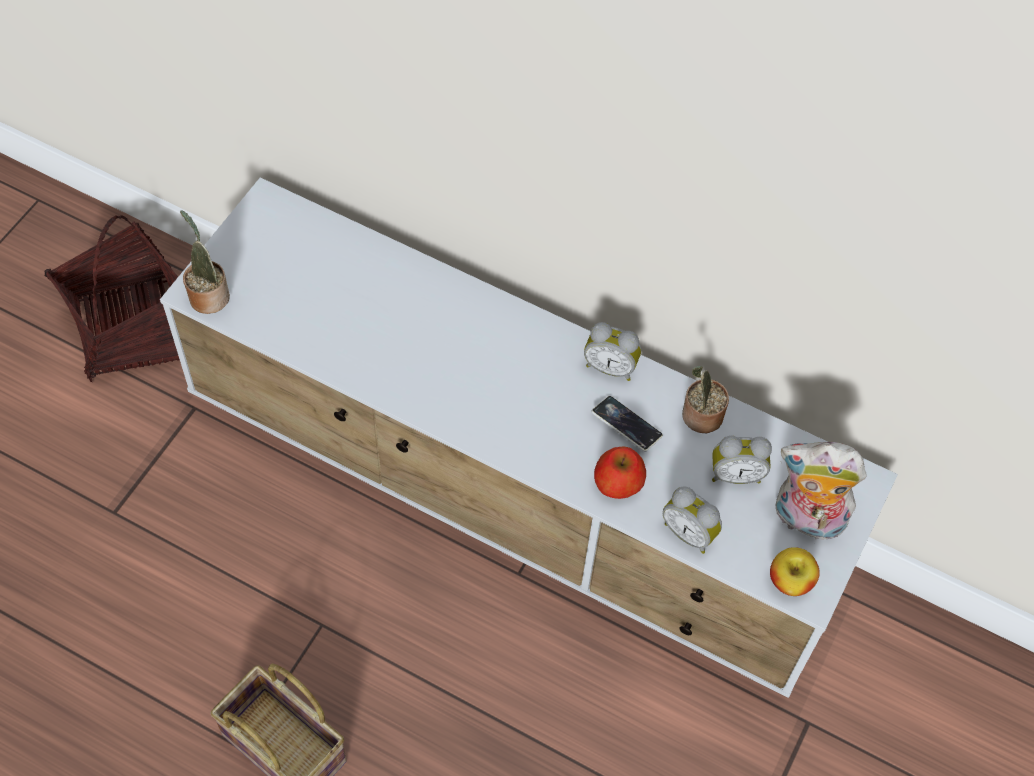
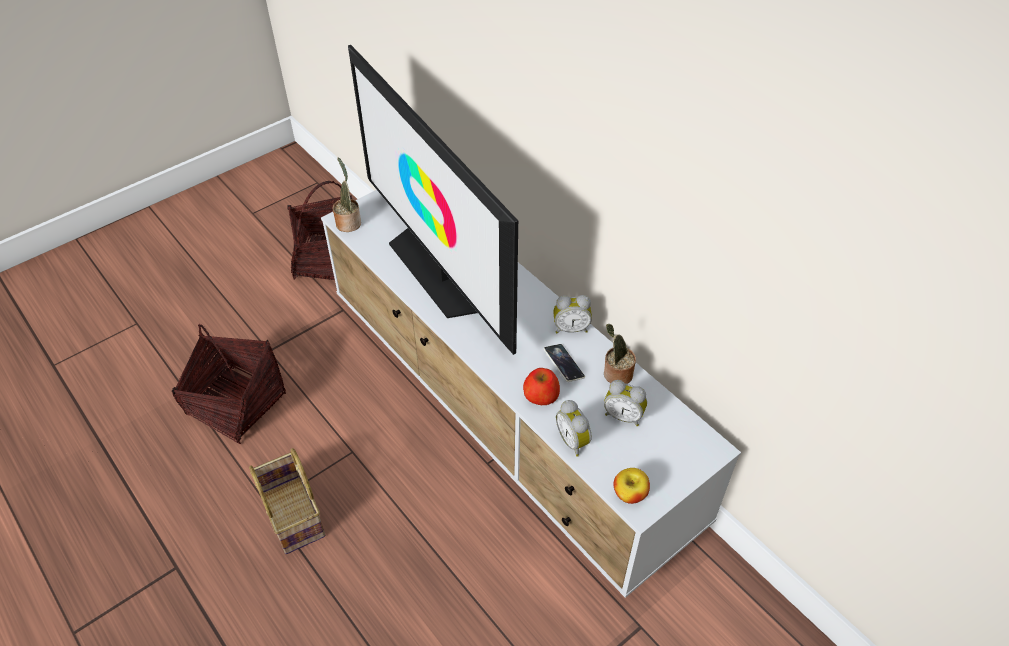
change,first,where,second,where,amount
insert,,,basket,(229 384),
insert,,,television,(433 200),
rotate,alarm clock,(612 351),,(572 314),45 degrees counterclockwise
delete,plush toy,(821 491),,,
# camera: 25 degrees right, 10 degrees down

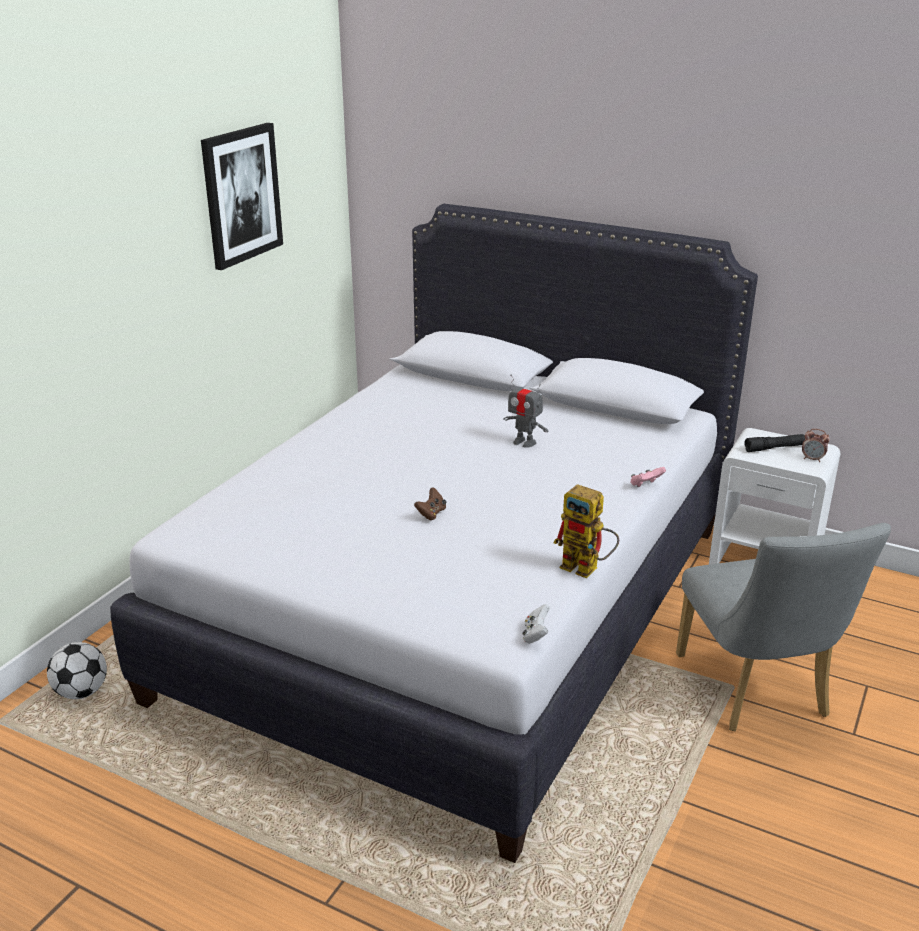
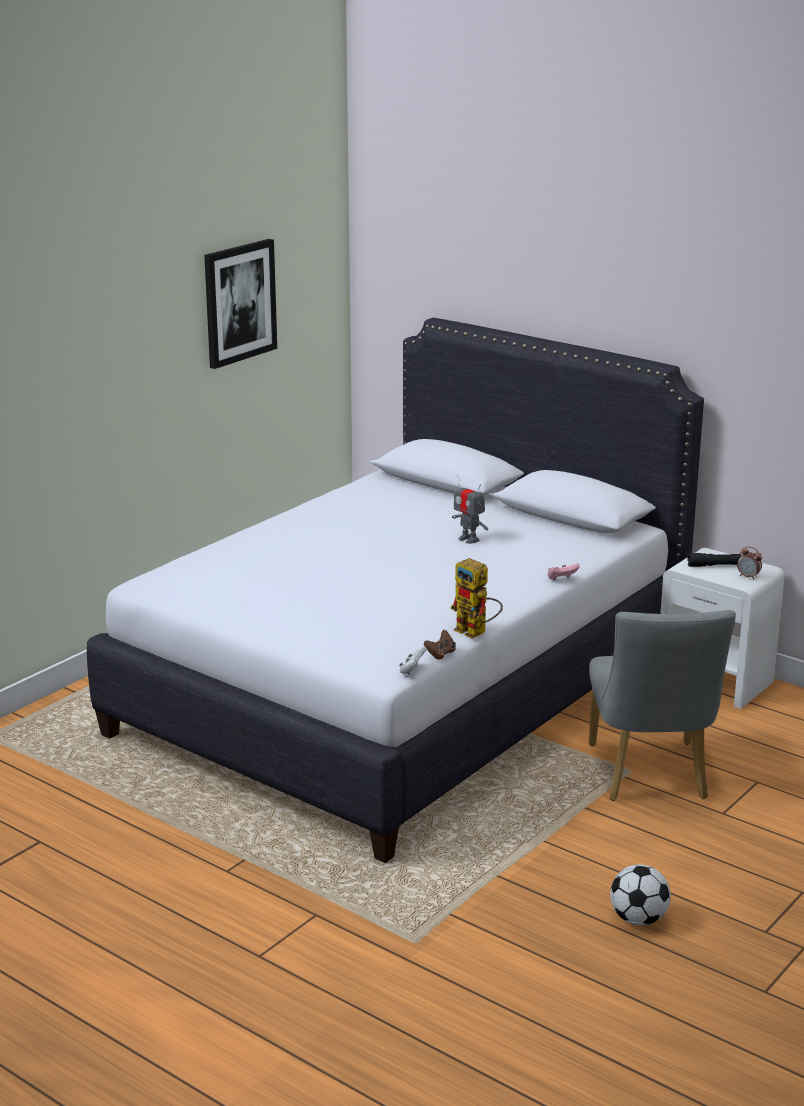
change,first,where,second,where,amount
move,brown game controller,(430 503),,(440 645),
move,football,(77 670),,(640 895),
# camera: 10 degrees right, 5 degrees down

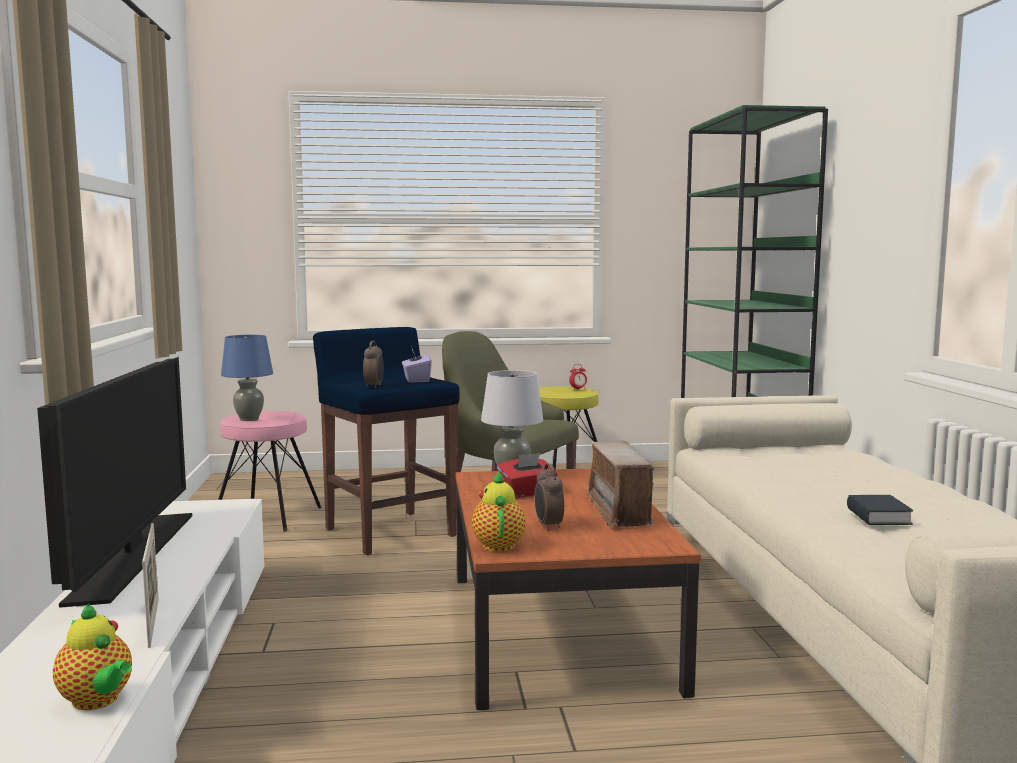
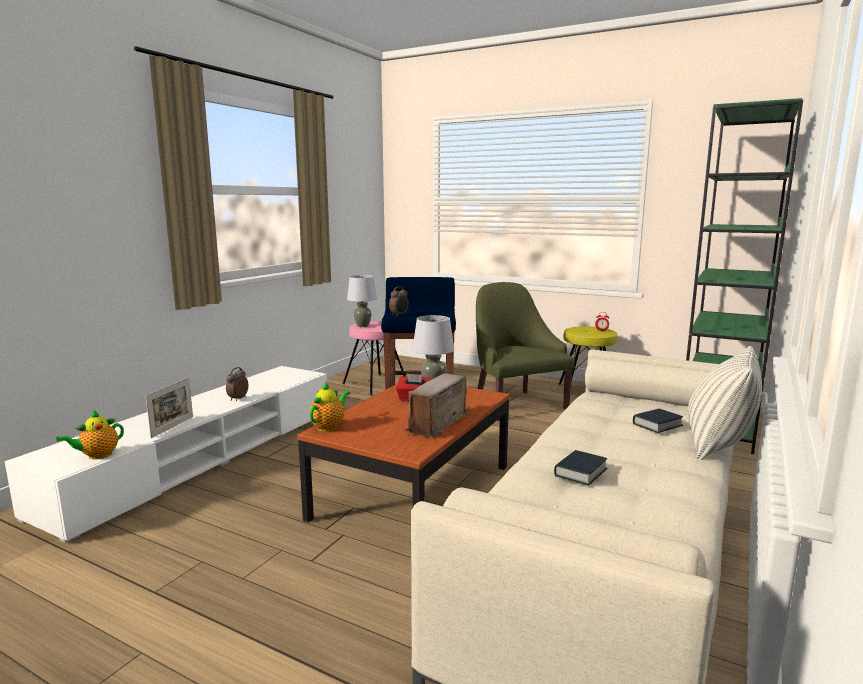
change,first,where,second,where,amount
rotate,teapot,(92 656),,(90 434),60 degrees clockwise
move,alarm clock,(549 497),,(237 384),
recolor,blue table lamp,(247 378),grey table lamp,(362 301),
insert,,,book,(658 421),
insert,,,pillow,(725 403),
delete,television,(115 482),,,
delete,purple tissue box,(417 366),,,
# camera: 35 degrees right, 5 degrees up

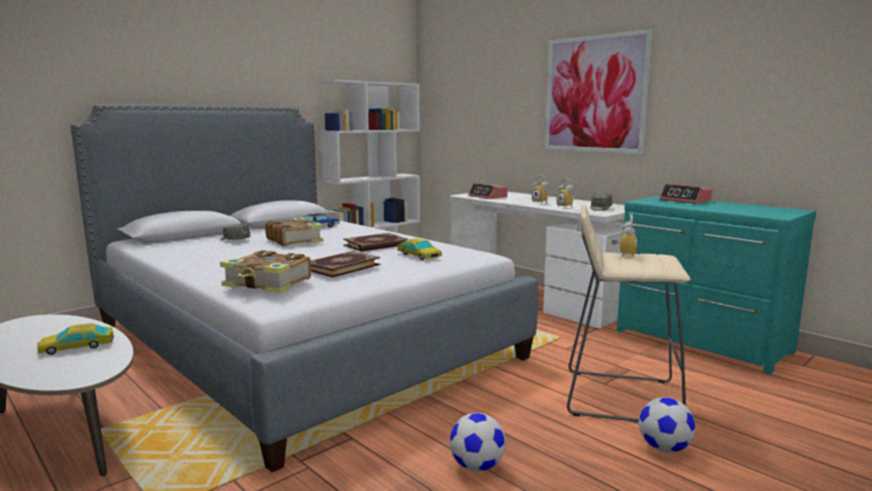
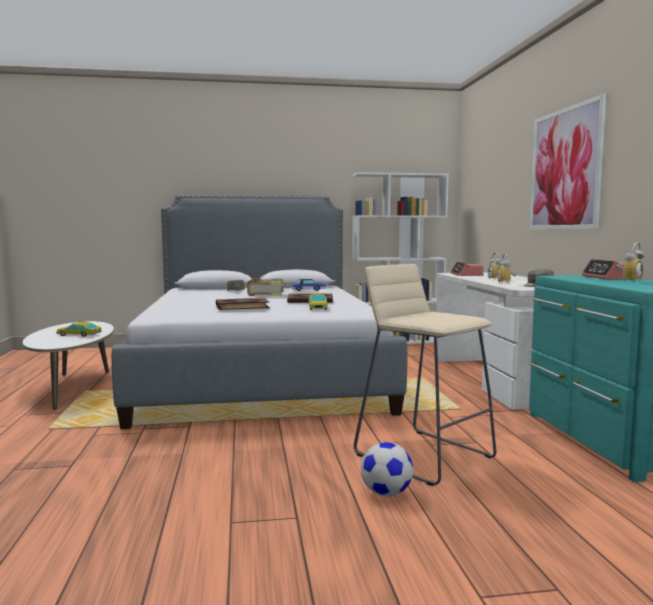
change,first,where,second,where,amount
move,alarm clock,(625 235),,(630 262),
delete,book,(265 271),,,
delete,football,(478 442),,,
# camera: 35 degrees right, 5 degrees down

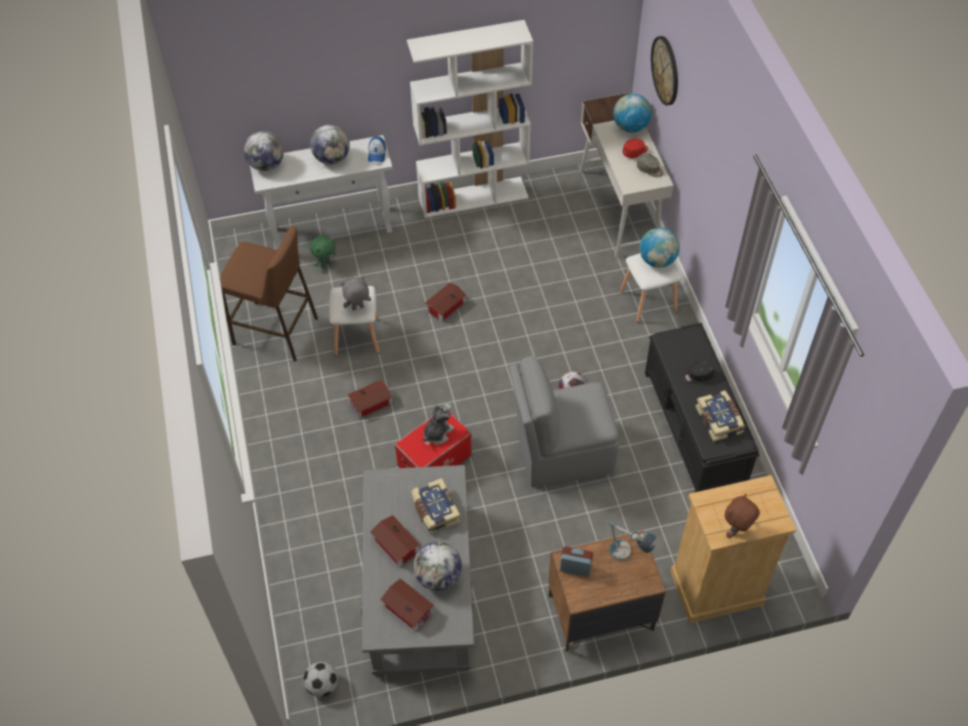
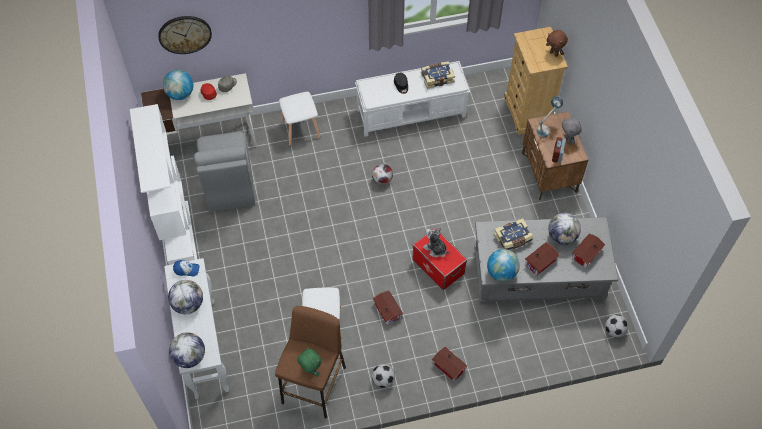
change,first,where,second,where,amount
move,grey chair,(564 421),,(224 172),
move,green plush toy,(323 251),,(309 362),
recolor,black bench,(702 407),white bench,(412 99),
insert,,,football,(383 376),
move,toy house,(445 302),,(449 364),
move,globe,(659 248),,(503 265),
move,grey plush toy,(356 293),,(572 131),
# camera: 90 degrees left, 5 degrees up

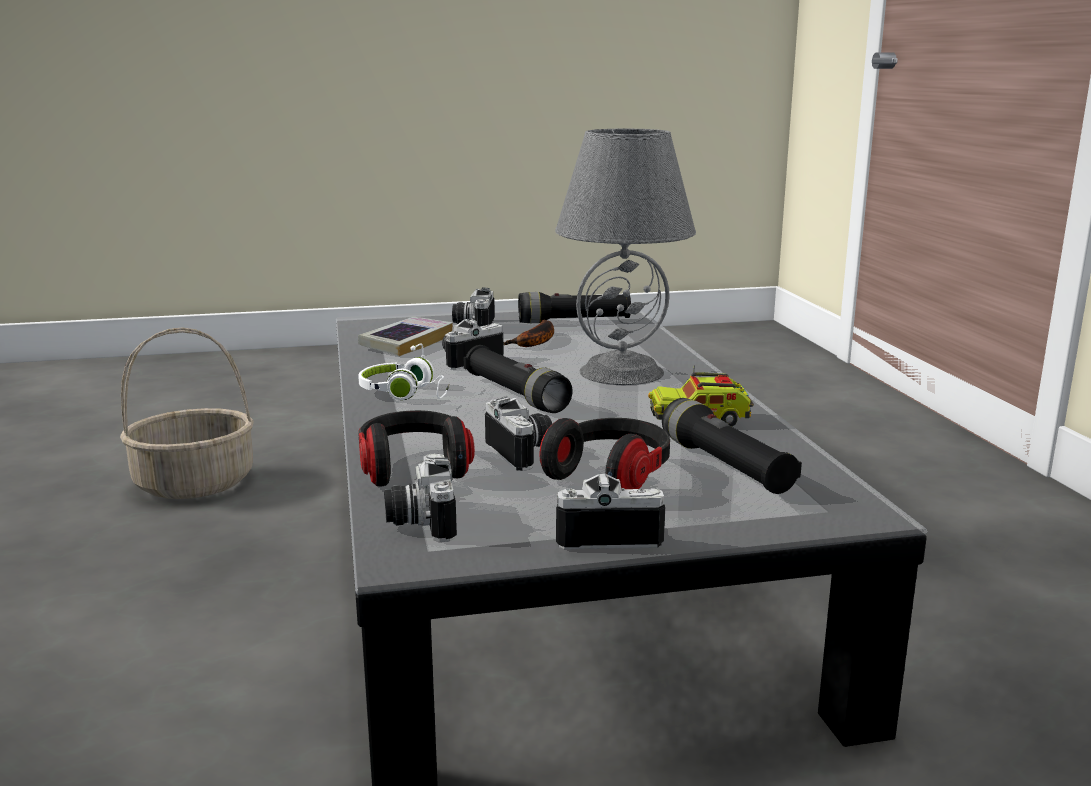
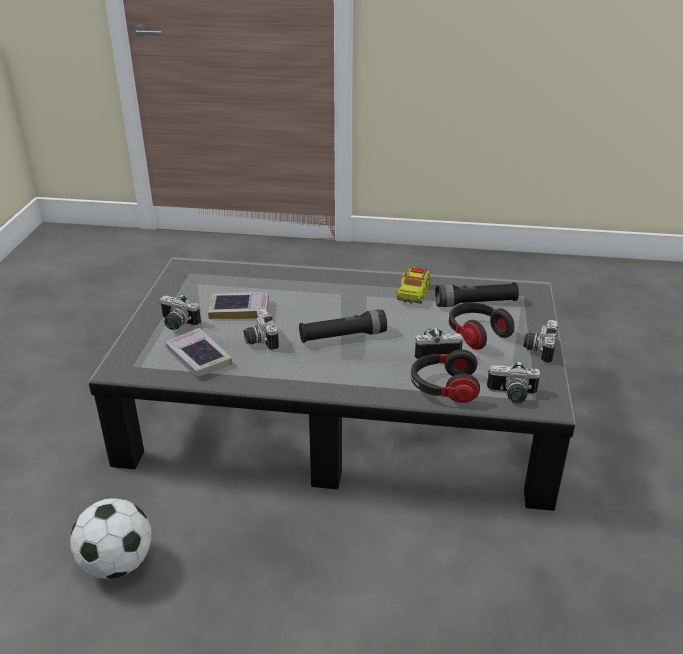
change,first,where,second,where,amount
replace,basket,(187 413),football,(110 538),
replace,banana,(529 333),book,(238 305),
delete,white headphones,(403 371),,,
delete,black flashlight,(574 307),,,
delete,grey table lamp,(625 257),,,
# camera: 70 degrees left, 15 degrees up

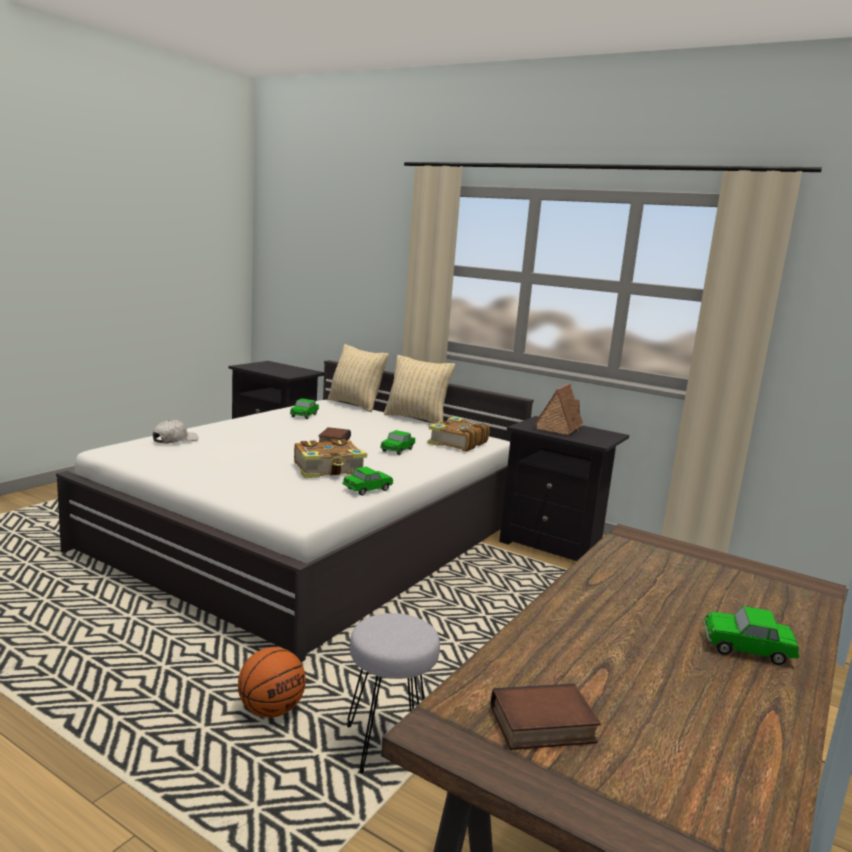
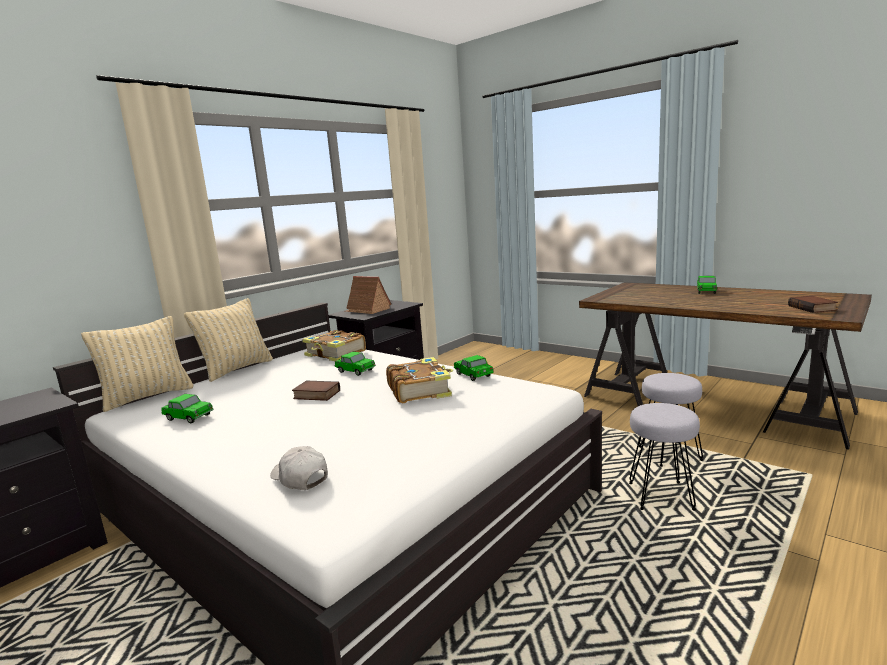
change,first,where,second,where,amount
replace,basketball,(272 682),grey stool,(664 457),
# camera: 80 degrees left, 0 degrees up

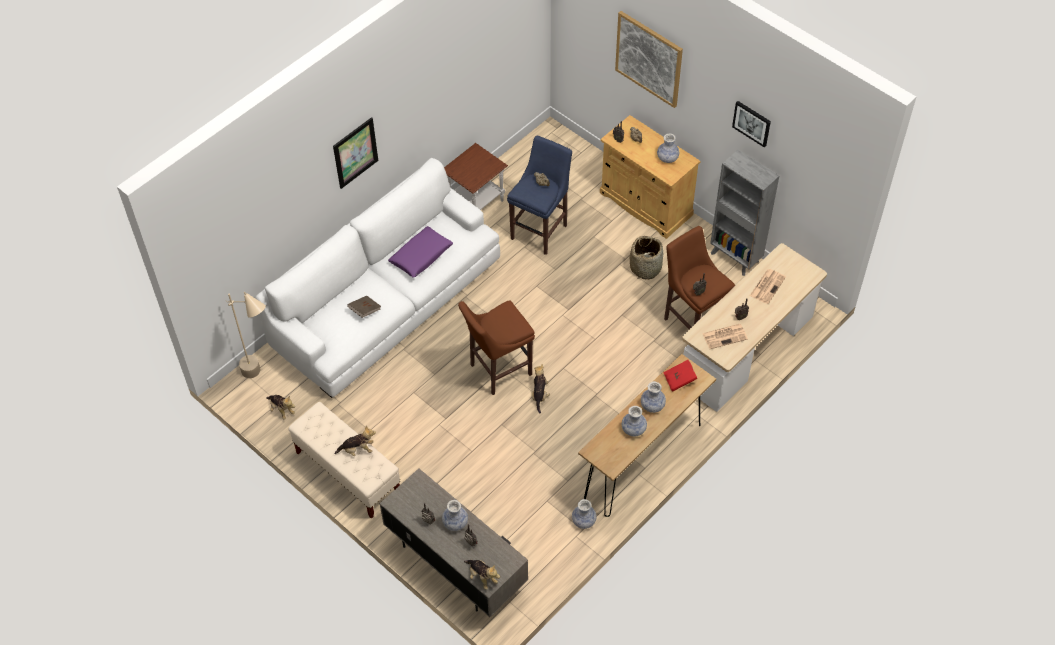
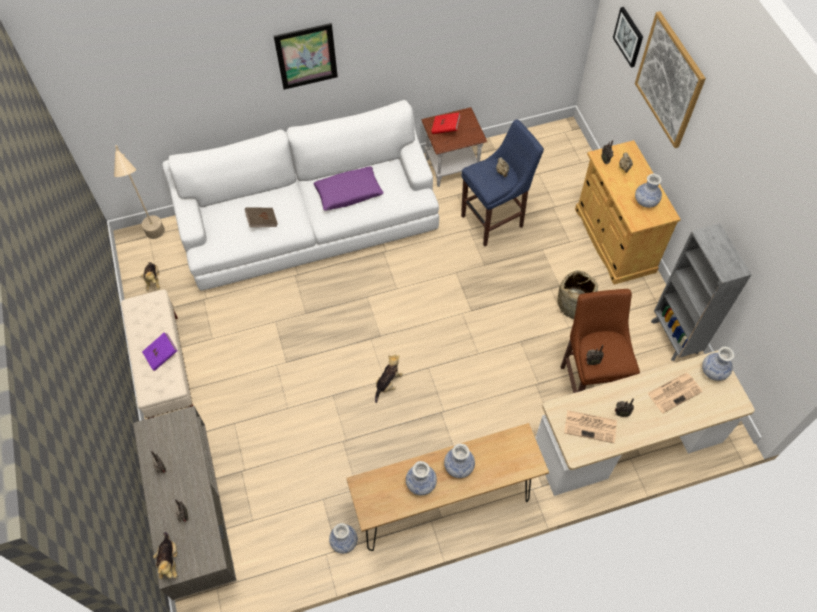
change,first,where,second,where,amount
replace,plush toy,(355 441),purple book,(160 351),
move,red book,(680 376),,(446 123),
move,picture,(751 124),,(628 37),
move,vase,(455 515),,(718 364),
delete,brown stool,(496 347),,,
# camera: 30 degrees right, 5 degrees up

